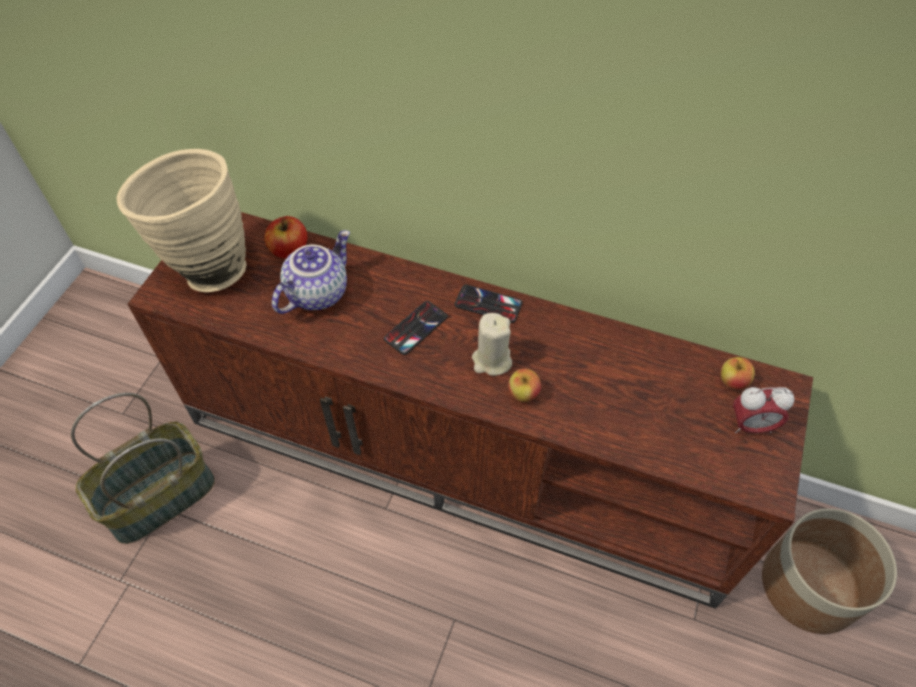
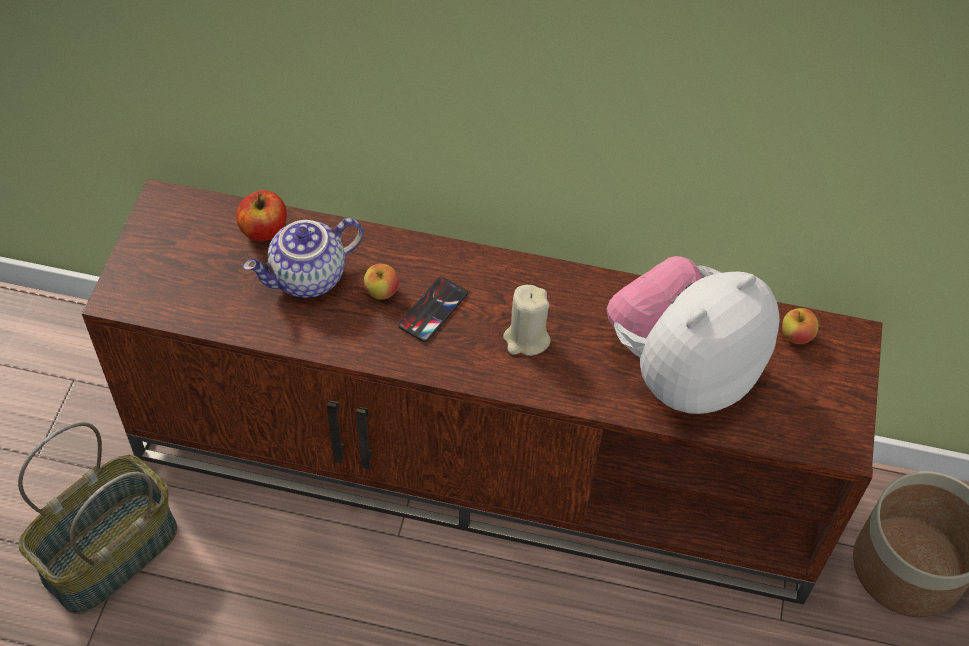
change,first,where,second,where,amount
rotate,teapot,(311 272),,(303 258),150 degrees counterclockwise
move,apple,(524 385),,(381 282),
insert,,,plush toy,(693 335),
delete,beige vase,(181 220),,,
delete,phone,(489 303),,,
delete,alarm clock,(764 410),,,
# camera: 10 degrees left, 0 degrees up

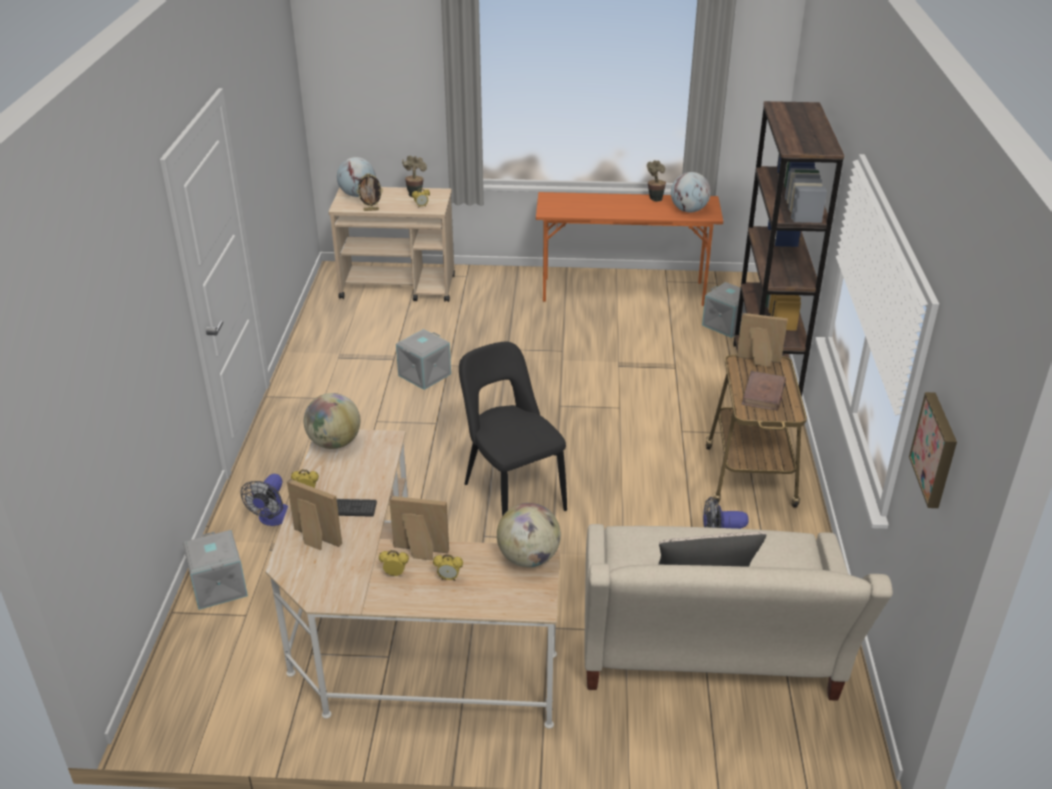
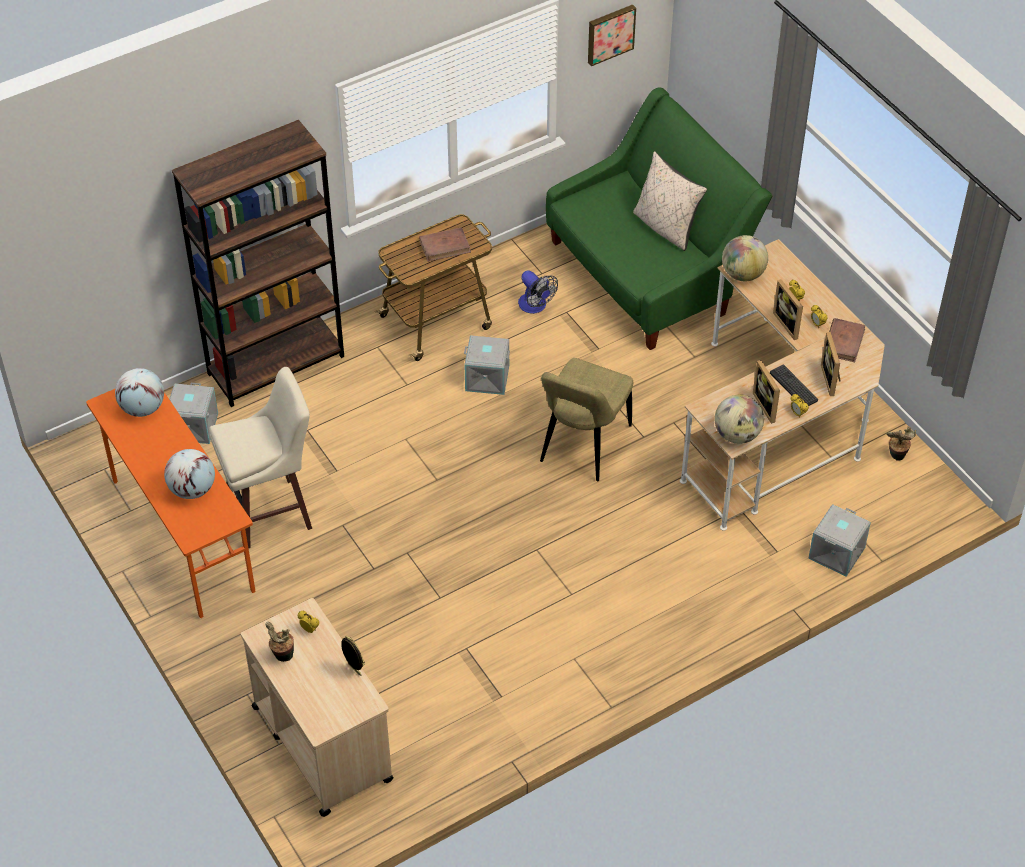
change,first,where,second,where,amount
move,globe,(356 177),,(189 474),
insert,,,beige stool,(260 457),
move,grey storage box,(423 359),,(487 365),
recolor,black chair,(513 429),beige chair,(586 419),
recolor,beige sofa,(739 612),green sofa,(659 218),
move,picture frame,(762 340),,(766 392),
insert,,,brown book,(847 340),
move,potted plant,(656 181),,(901 443),
delete,fan,(264 500),,,
# camera: 125 degrees left, 15 degrees up

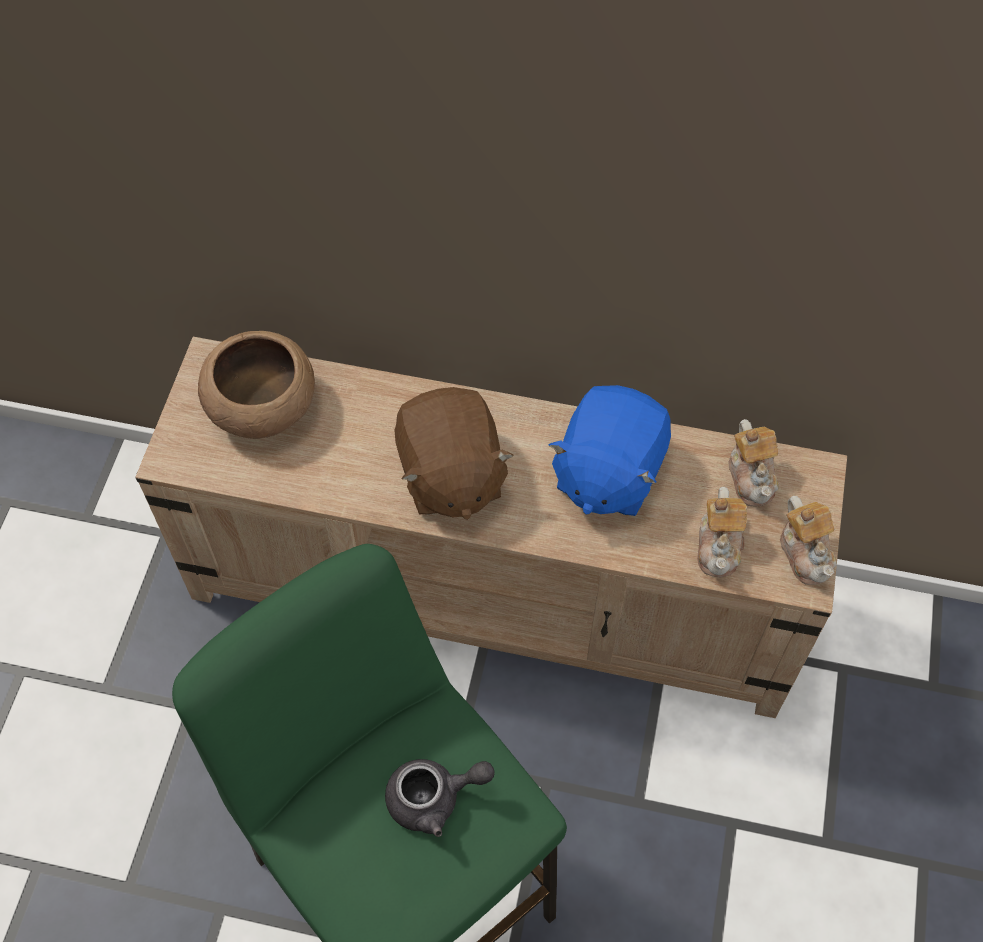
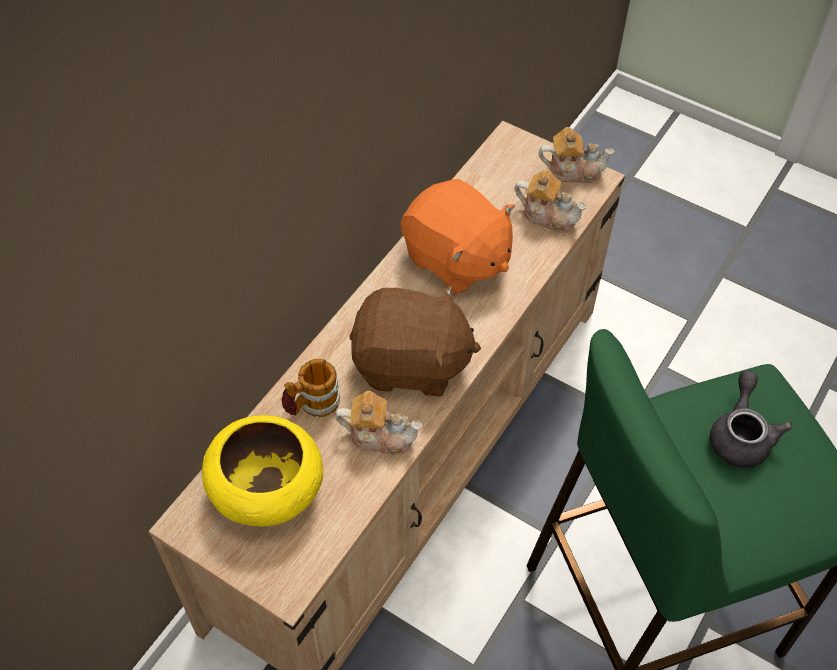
change,first,where,second,where,amount
recolor,brown bowl,(256 385),yellow bowl,(262 470),
insert,,,mug,(311 388),
move,teapot,(754 462),,(378 423),
recolor,blue plush toy,(609 450),orange plush toy,(458 236),
# camera: 70 degrees left, 5 degrees down

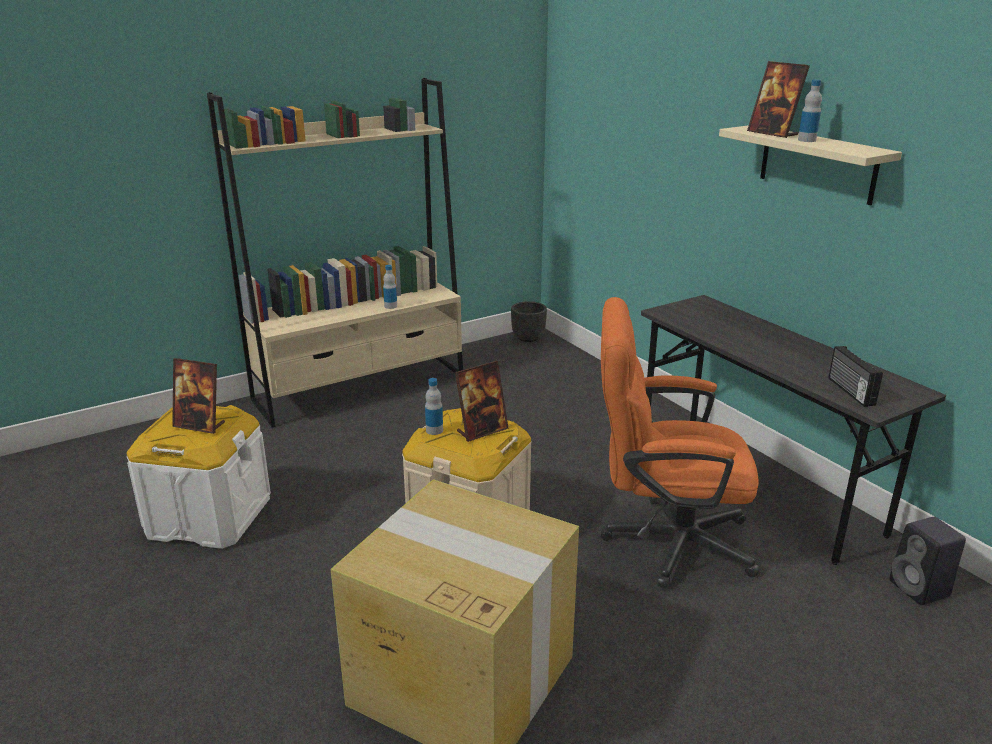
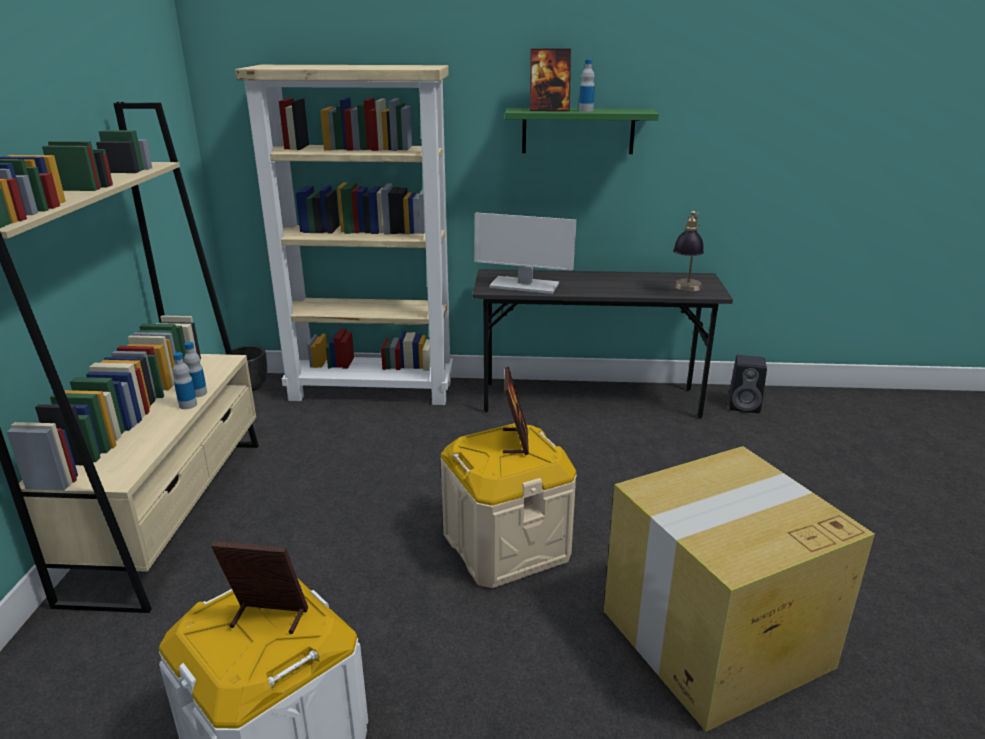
change,first,where,second,where,amount
move,bottle,(434 406),,(185 380),
rotate,picture frame,(198 396),,(259 587),135 degrees counterclockwise
insert,,,beige bookcase,(344 235),
insert,,,monitor,(525 253),
recolor,beige shelf,(810 165),green shelf,(582 131),
replace,radio,(855 376),table lamp,(688 251),
delete,orange office chair,(680 443),,,
# camera: 55 degrees left, 0 degrees up

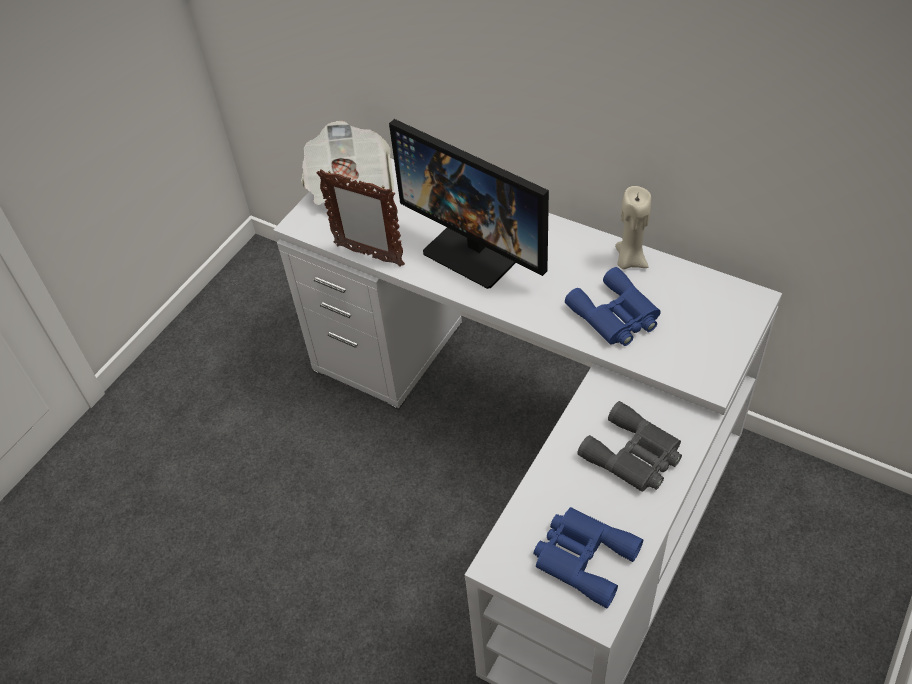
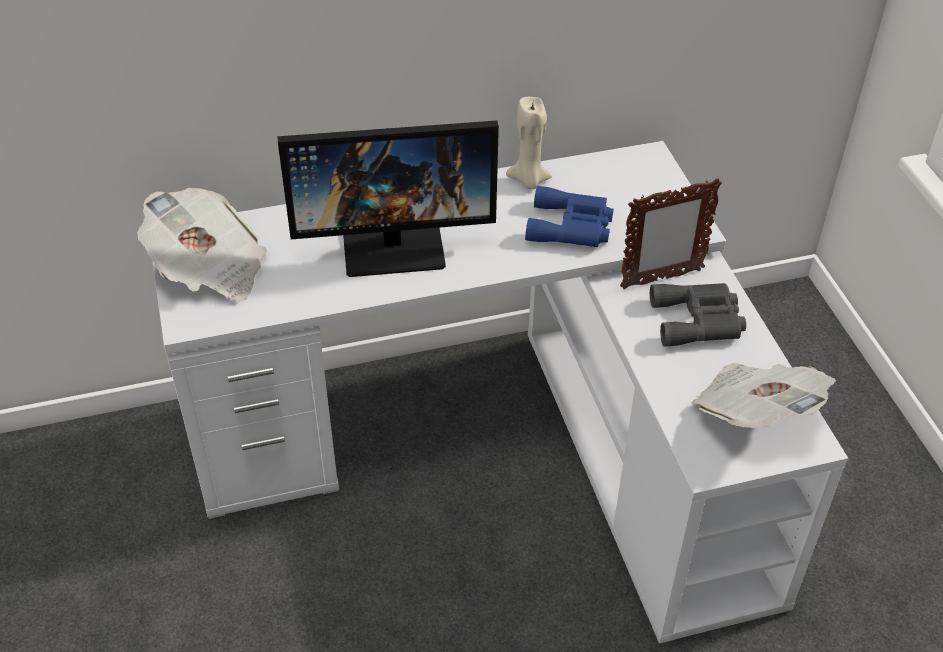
change,first,where,second,where,amount
move,picture frame,(361 218),,(671 233),
replace,blue binoculars,(588 557),newspaper,(763 395),
# camera: 50 degrees left, 5 degrees down

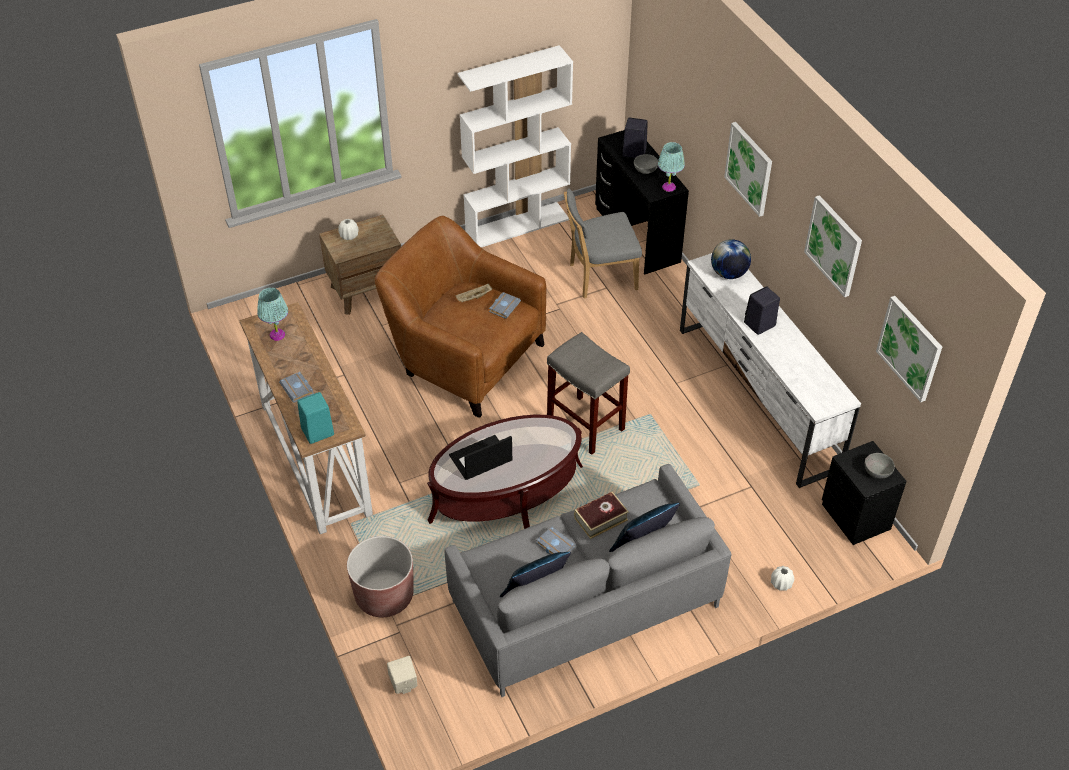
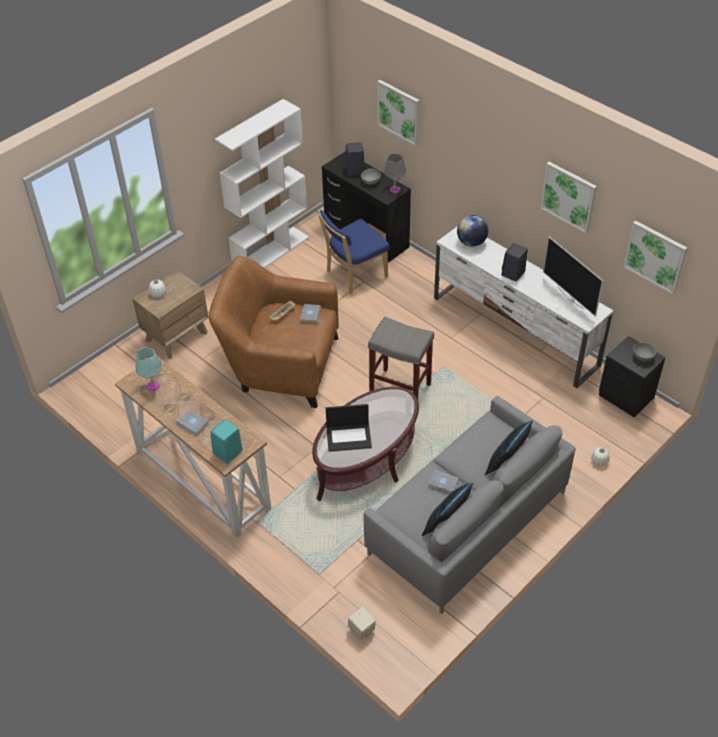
change,first,where,second,where,amount
recolor,grey chair,(603 243),blue chair,(353 252),
rotate,laptop,(480 457),,(349 427),135 degrees counterclockwise
move,picture,(748 169),,(398 113),
recolor,turquoise table lamp,(671 167),grey table lamp,(395 173),
insert,,,television,(573 276),
delete,brown planter,(380 576),,,
delete,book,(601 515),,,
# camera: 20 degrees left, 0 degrees up

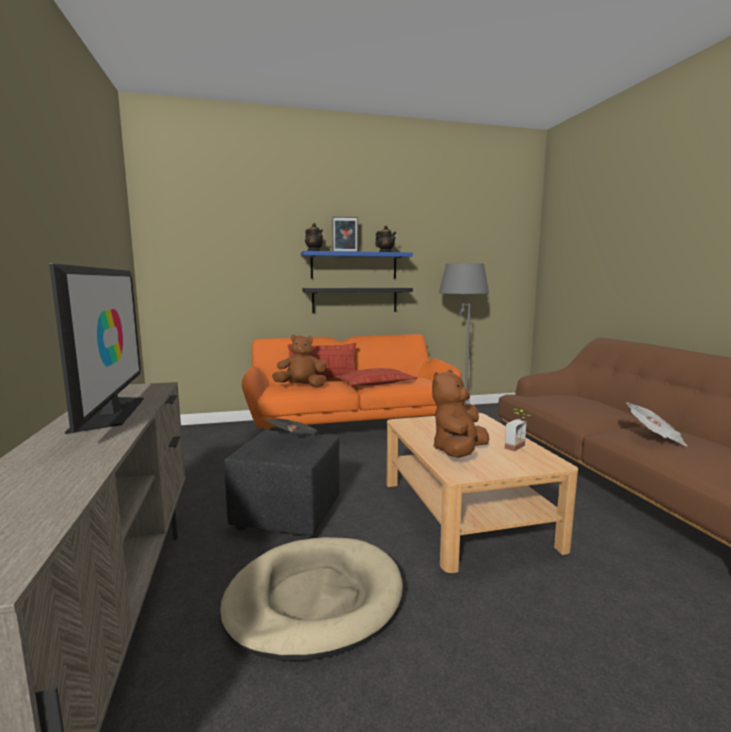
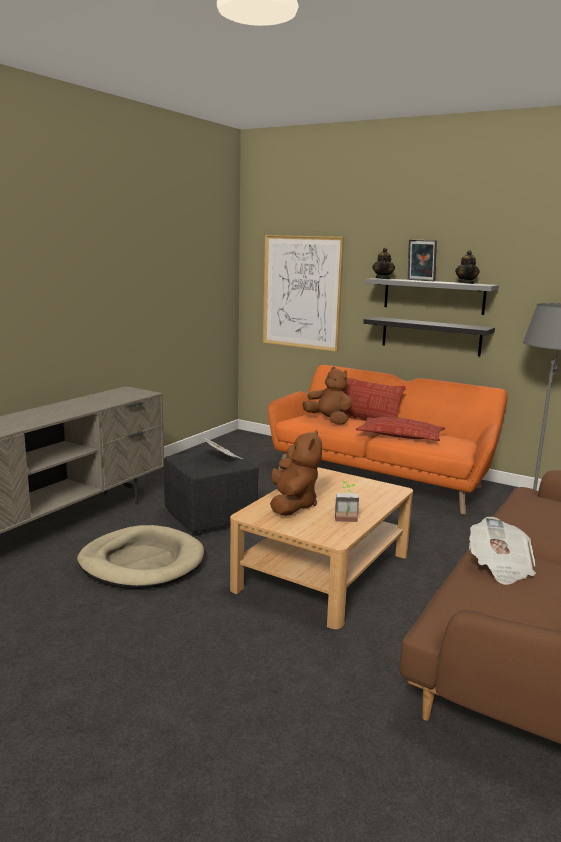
change,first,where,second,where,amount
insert,,,picture,(303 293),
rotate,brown plush toy,(460 414),,(296 473),105 degrees clockwise
recolor,blue shelf,(357 265),grey shelf,(432 296),
delete,television,(96 349),,,
# camera: 45 degrees right, 5 degrees up

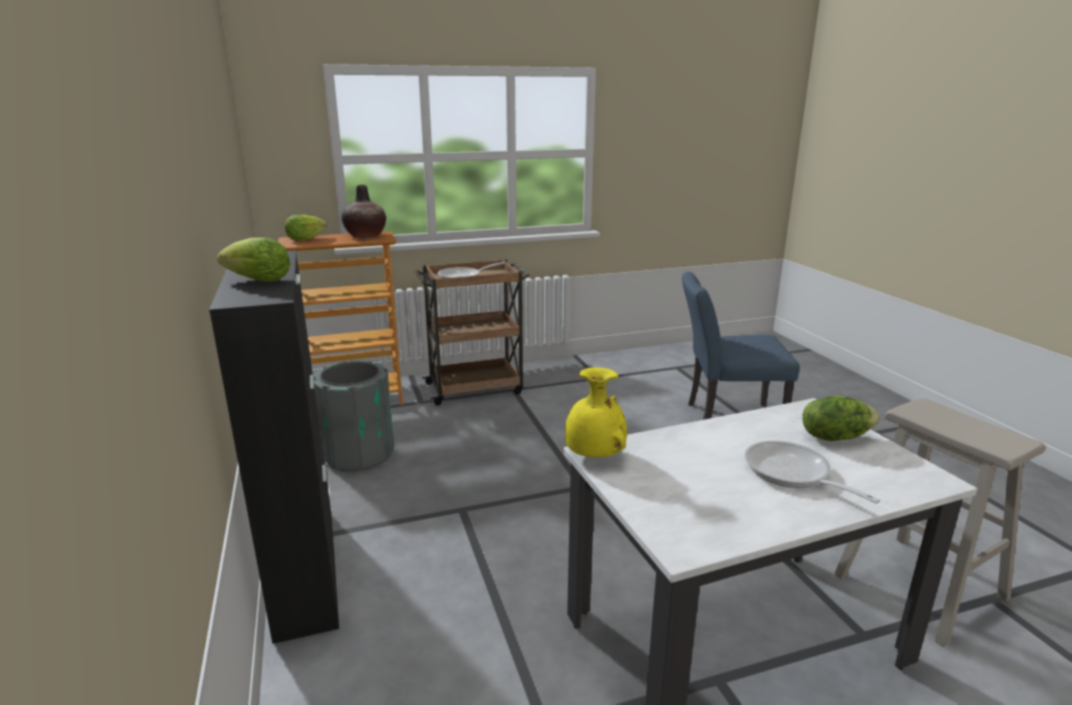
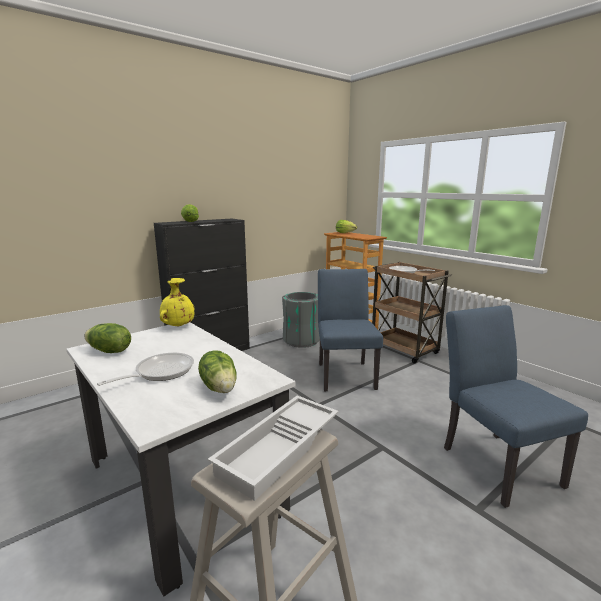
change,first,where,second,where,amount
insert,,,lettuce,(107 338),
insert,,,white tray,(273 448),
insert,,,blue chair,(350 330),
delete,vase,(363 211),,,
# camera: 70 degrees right, 5 degrees down

